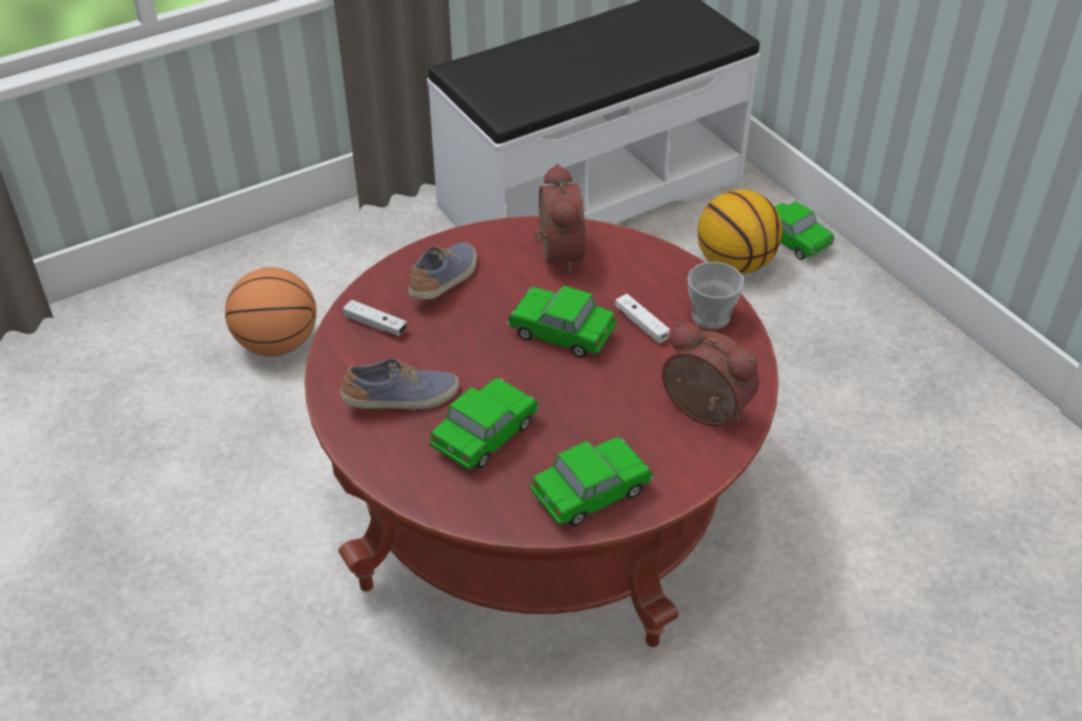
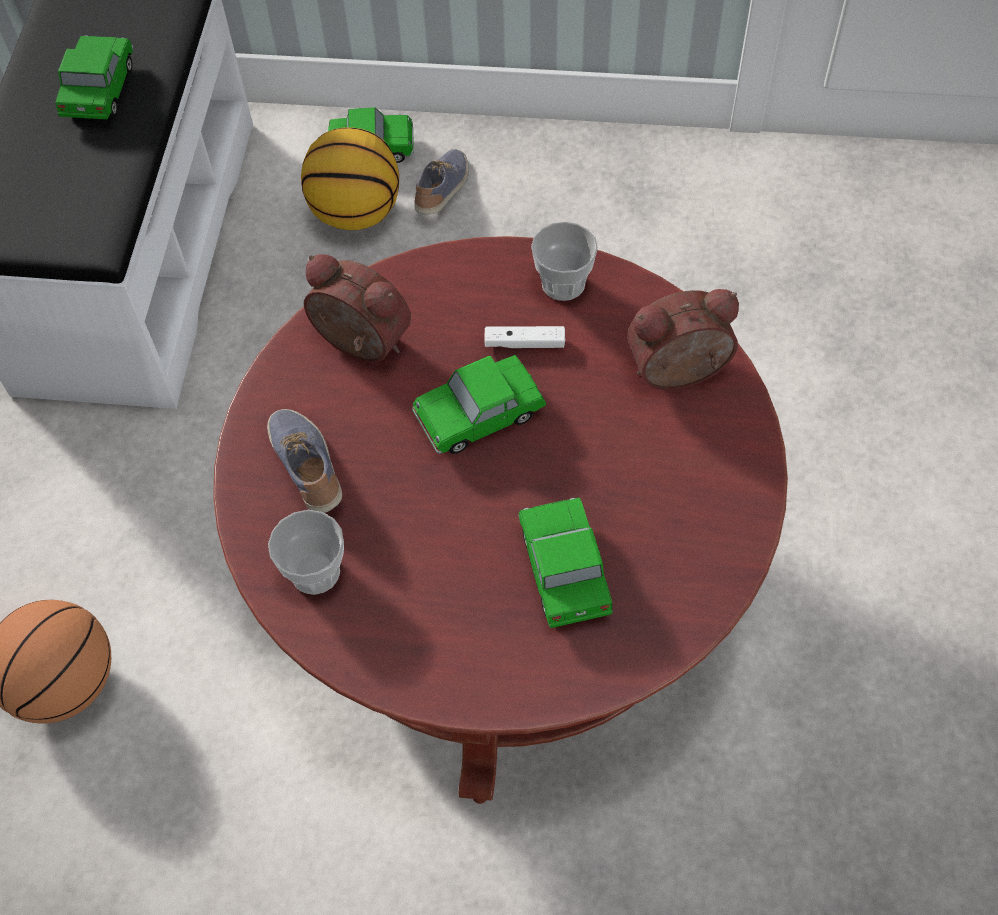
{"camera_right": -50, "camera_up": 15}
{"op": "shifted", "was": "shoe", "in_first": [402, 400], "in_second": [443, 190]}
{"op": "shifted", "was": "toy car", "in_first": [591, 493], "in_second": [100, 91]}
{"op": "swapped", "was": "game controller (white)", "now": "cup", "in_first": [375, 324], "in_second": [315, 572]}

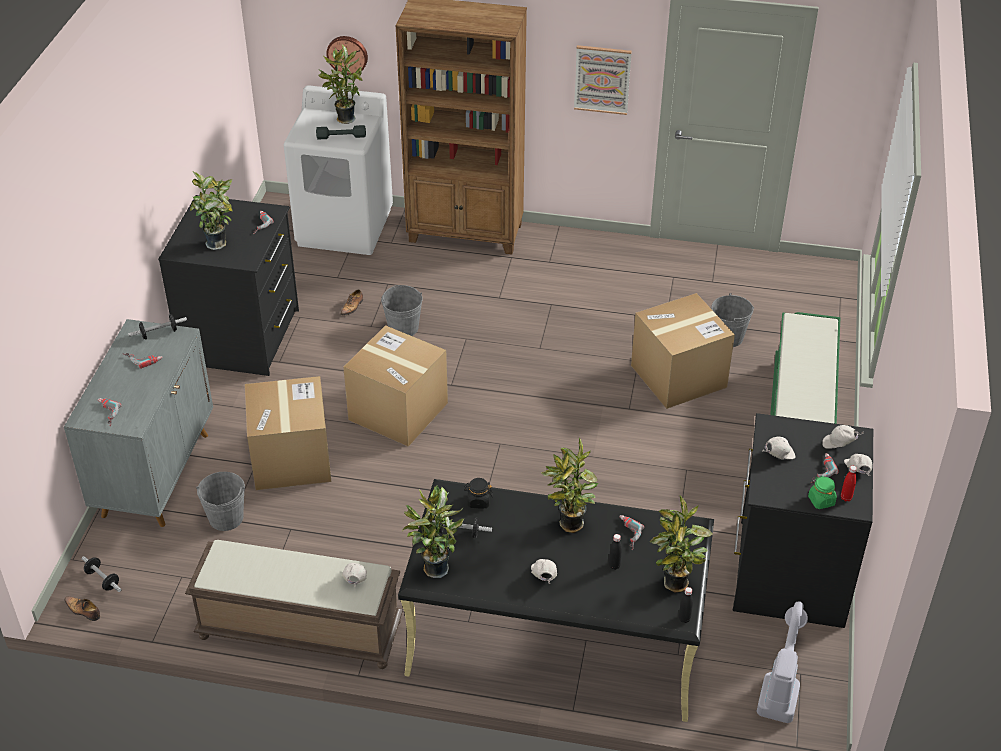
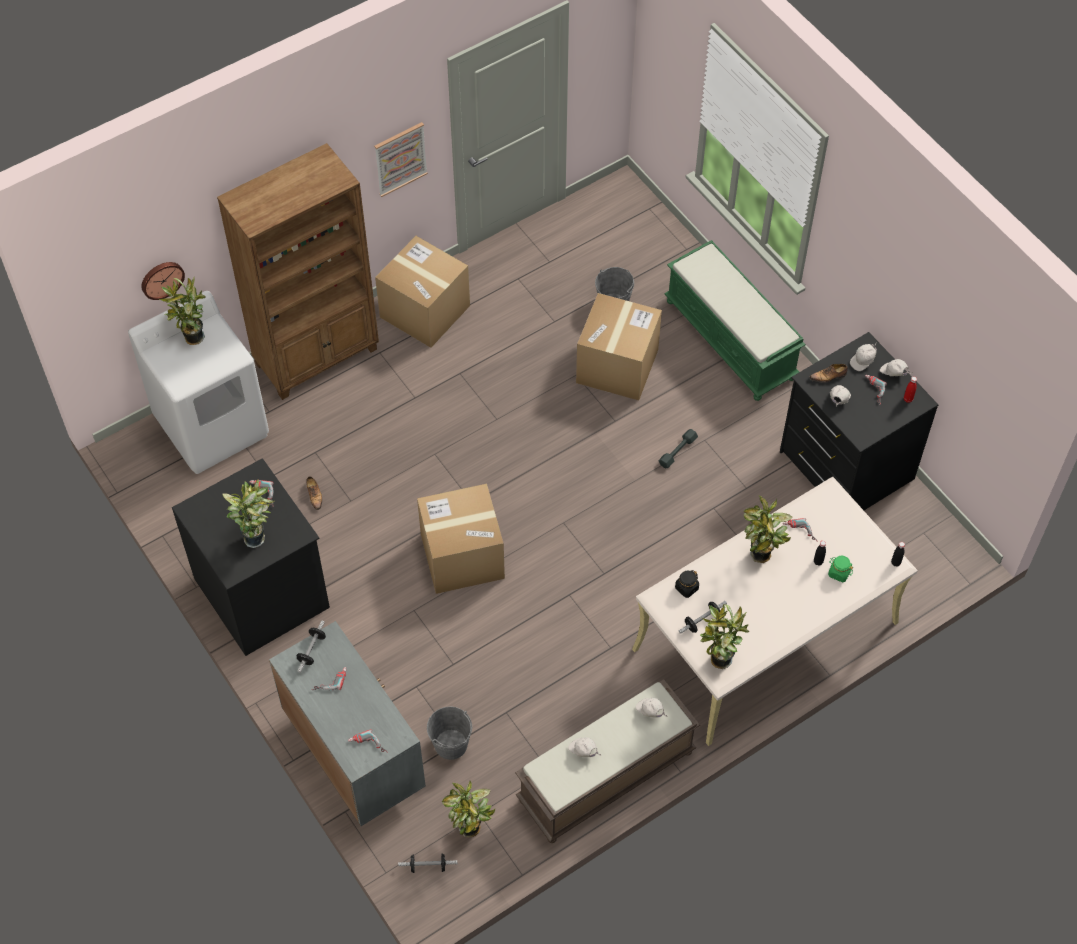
{"camera_right": -45, "camera_up": 15}
{"op": "gone", "was": "bucket (grey)", "in_first": [403, 328]}
{"op": "gone", "was": "vacuum cleaner", "in_first": [780, 684]}
{"op": "shifted", "was": "shoe", "in_first": [83, 611], "in_second": [829, 376]}
{"op": "shifted", "was": "cardboard box", "in_first": [291, 459], "in_second": [425, 311]}
{"op": "shifted", "was": "dumbbell (grey)", "in_first": [341, 136], "in_second": [677, 451]}
{"op": "shifted", "was": "cap (white)", "in_first": [543, 577], "in_second": [583, 751]}
{"op": "shifted", "was": "potted plant", "in_first": [675, 585], "in_second": [470, 830]}
{"op": "shifted", "was": "jar (green)", "in_first": [821, 501], "in_second": [839, 573]}
{"op": "repainted", "was": "desk (black)", "now": "desk (beige)", "in_first": [555, 638], "in_second": [765, 636]}

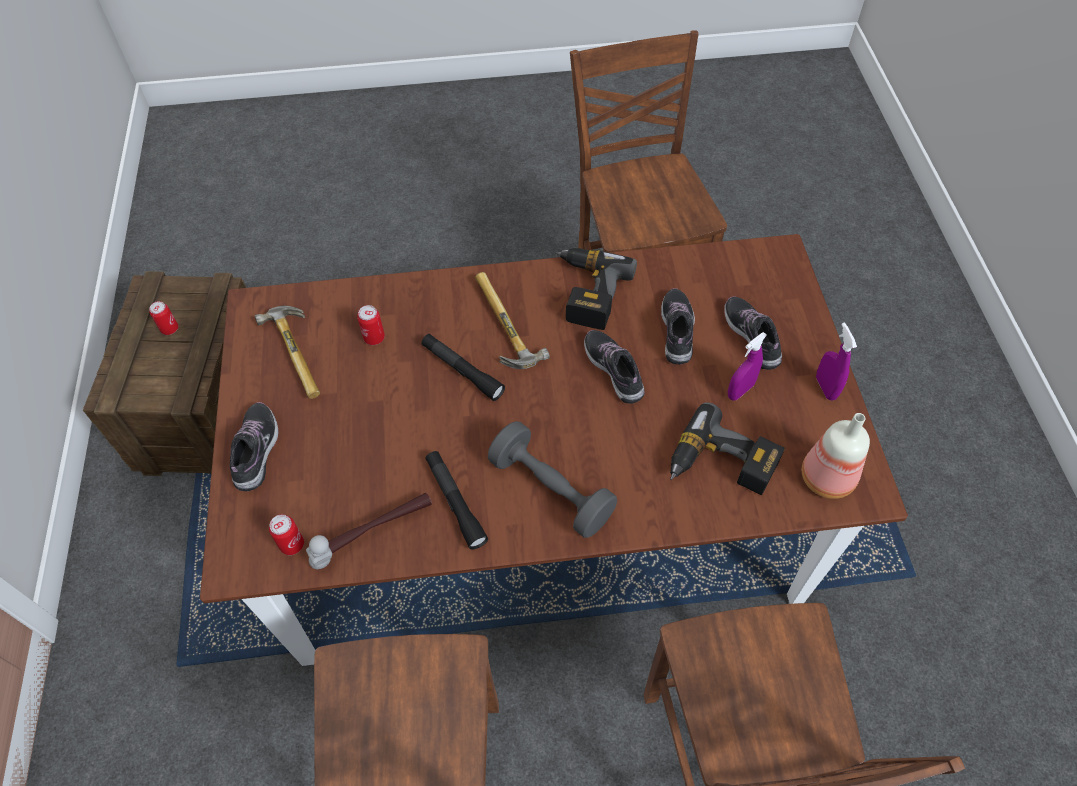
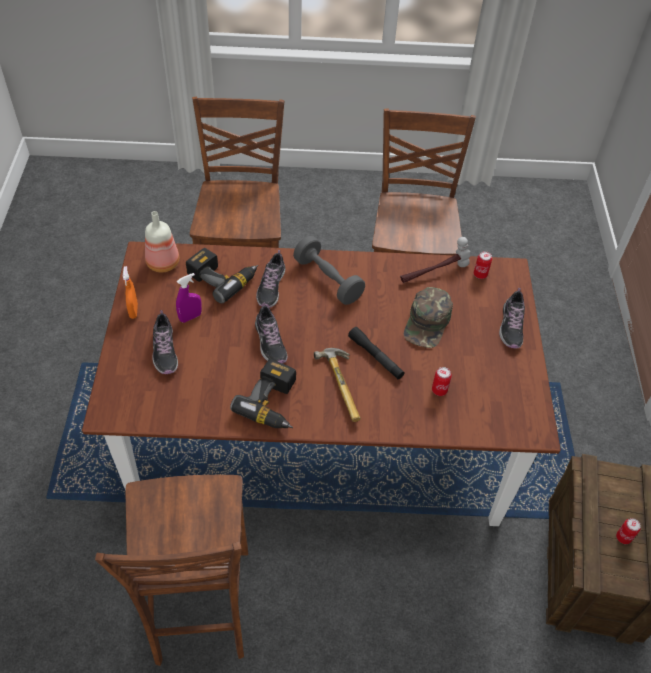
{"camera_right": -175, "camera_up": -5}
{"op": "gone", "was": "hammer", "in_first": [301, 352]}
{"op": "gone", "was": "flashlight (black)", "in_first": [455, 502]}
{"op": "new", "now": "cap (green)", "in_second": [427, 323]}
{"op": "shifted", "was": "shoe", "in_first": [677, 331], "in_second": [271, 287]}
{"op": "repainted", "was": "spray bottle (purple)", "now": "spray bottle (orange)", "in_first": [825, 387], "in_second": [133, 311]}

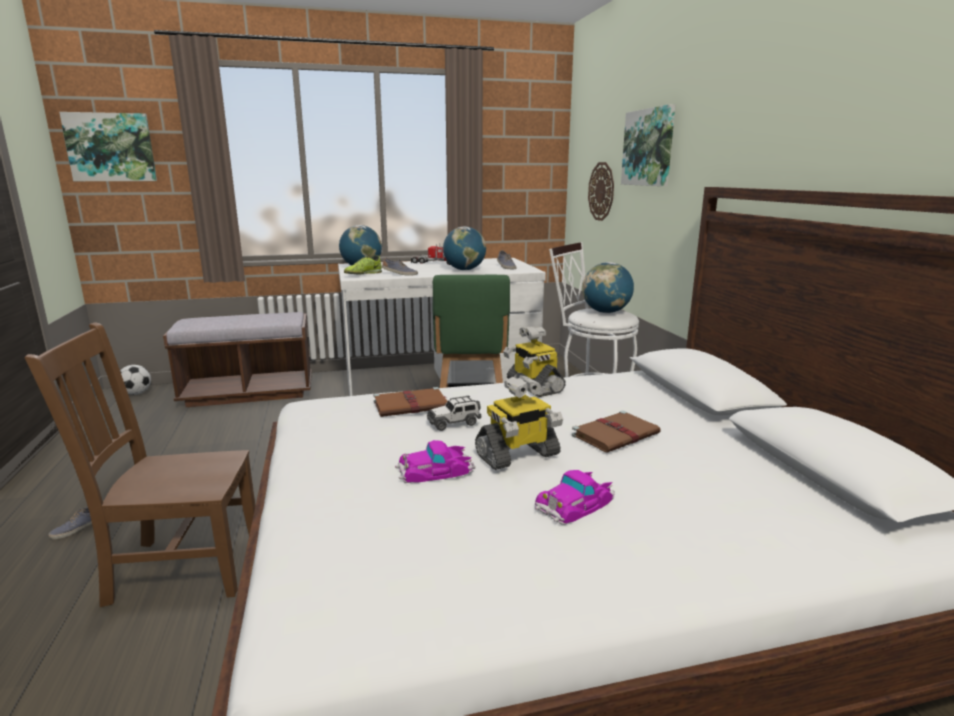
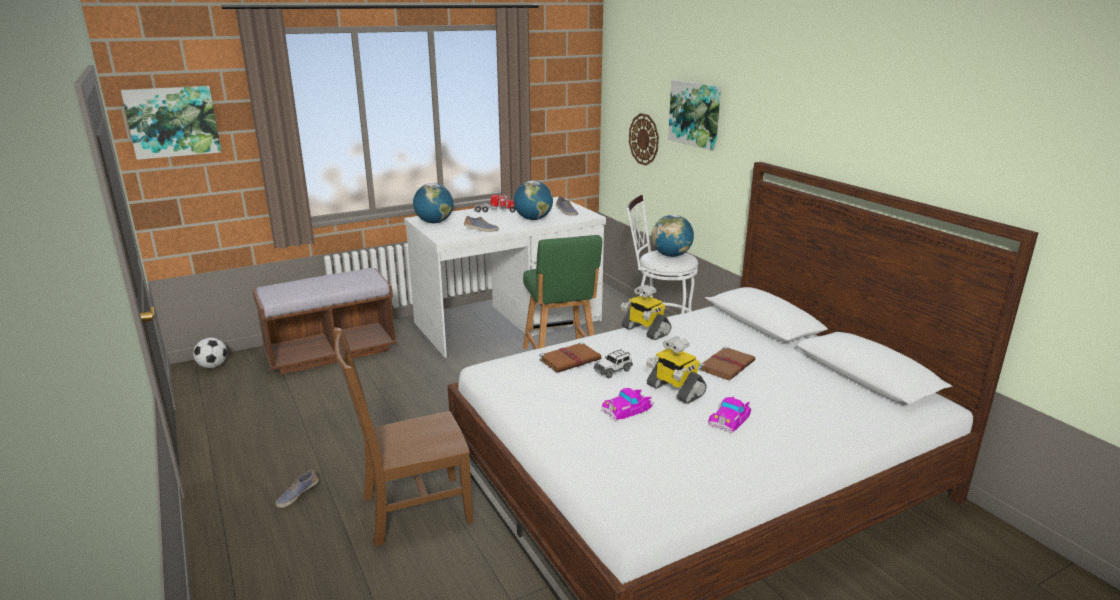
{"camera_right": -15, "camera_up": 5}
{"op": "gone", "was": "shoe", "in_first": [363, 274]}
{"op": "rotated", "was": "toy robot", "in_first": [517, 455], "in_second": [674, 390], "clockwise": 90}

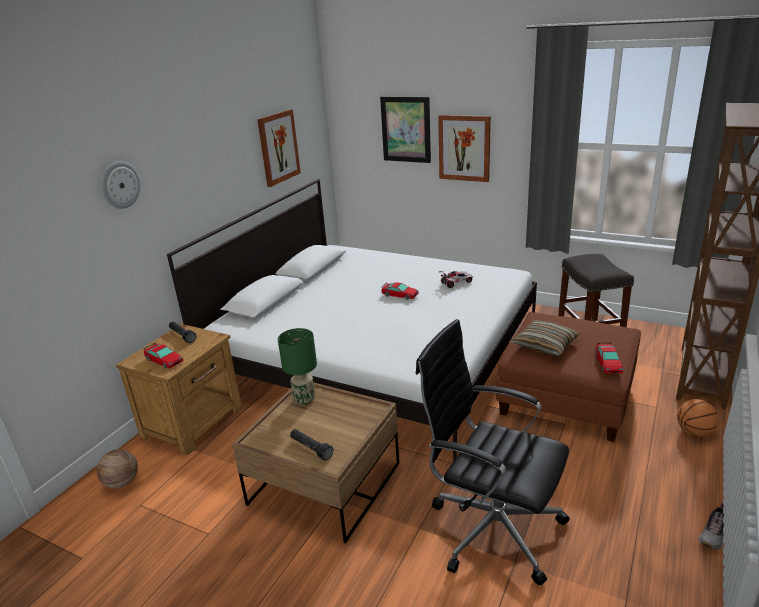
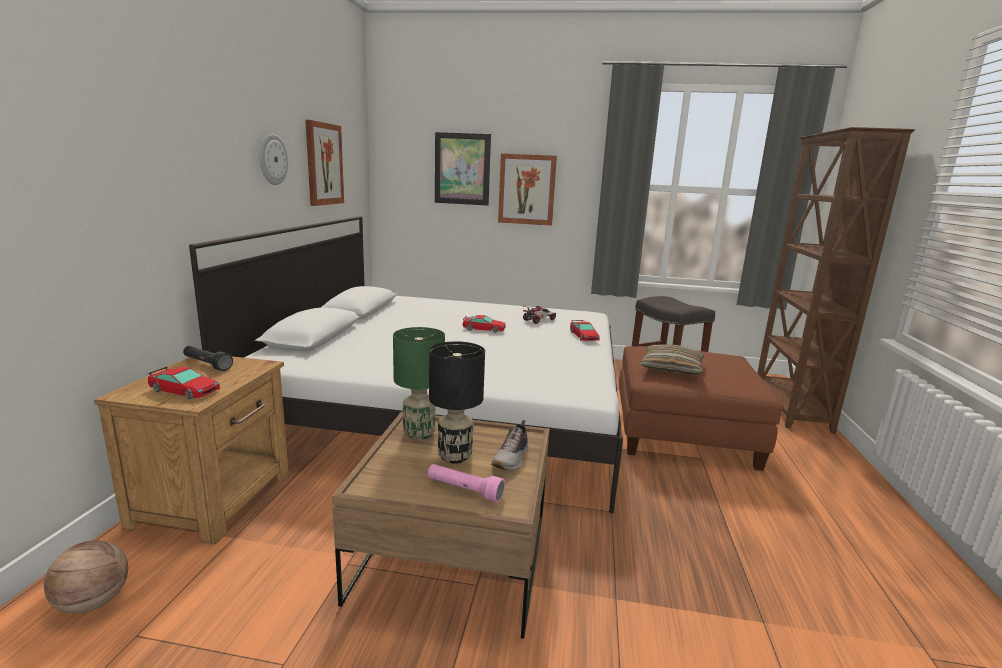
{"camera_right": -20, "camera_up": -10}
{"op": "gone", "was": "office chair (black)", "in_first": [492, 527]}
{"op": "gone", "was": "basketball", "in_first": [694, 432]}
{"op": "new", "now": "table lamp (black)", "in_second": [455, 456]}
{"op": "shifted", "was": "wall clock", "in_first": [120, 185], "in_second": [272, 159]}
{"op": "shifted", "was": "toy car", "in_first": [607, 363], "in_second": [583, 336]}
{"op": "shifted", "was": "shoe", "in_first": [713, 534], "in_second": [512, 459]}
{"op": "repainted", "was": "flashlight (black)", "now": "flashlight (pink)", "in_first": [311, 449], "in_second": [464, 490]}

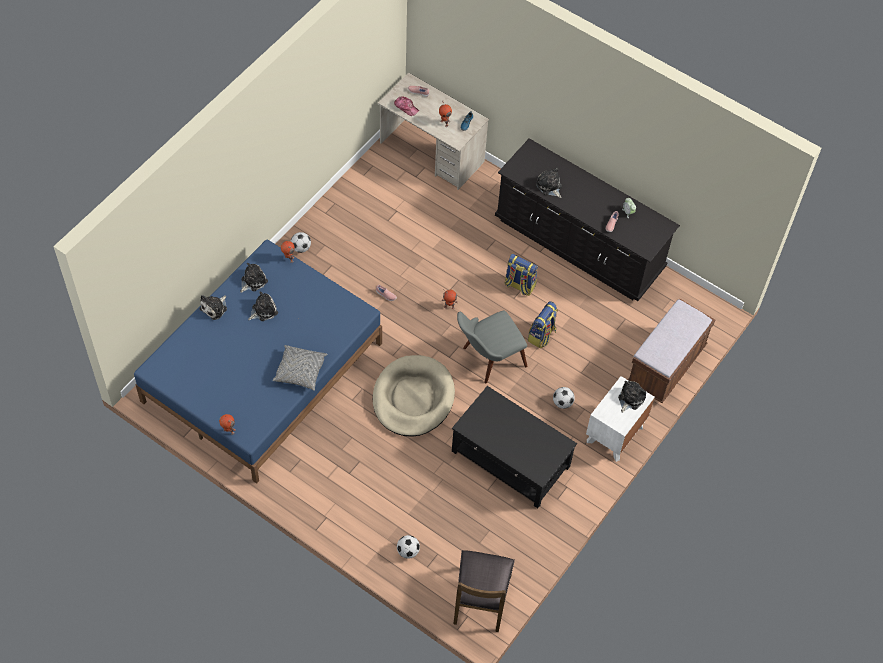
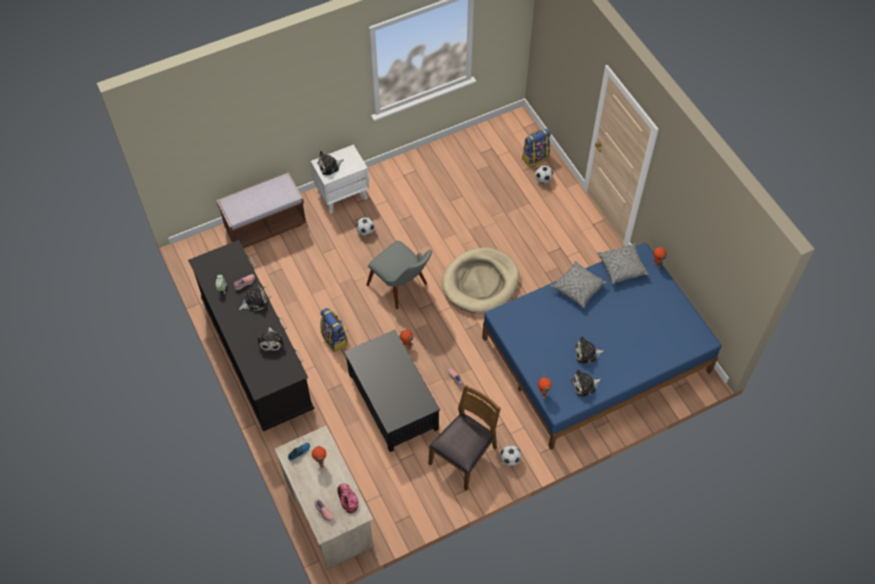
{"camera_right": -150, "camera_up": 0}
{"op": "new", "now": "pillow (grey)", "in_second": [622, 267]}
{"op": "shifted", "was": "plush toy", "in_first": [215, 308], "in_second": [254, 301]}
{"op": "shifted", "was": "coffee table (black)", "in_first": [511, 459], "in_second": [393, 400]}
{"op": "shifted", "was": "chair (brown)", "in_first": [480, 599], "in_second": [464, 456]}
{"op": "shifted", "was": "backpack", "in_first": [542, 336], "in_second": [535, 157]}
{"op": "rotated", "was": "chair (grey)", "in_first": [487, 360], "in_second": [402, 288], "clockwise": 45}

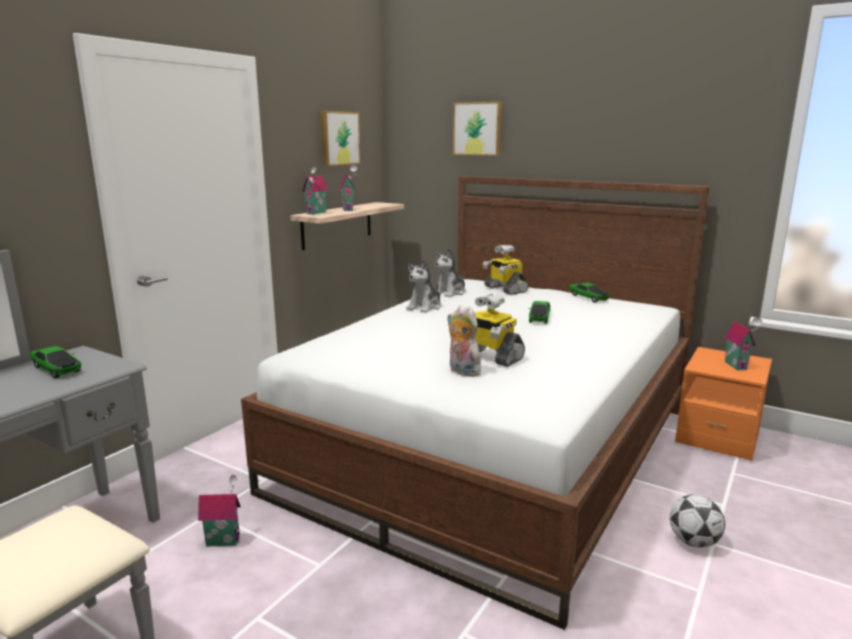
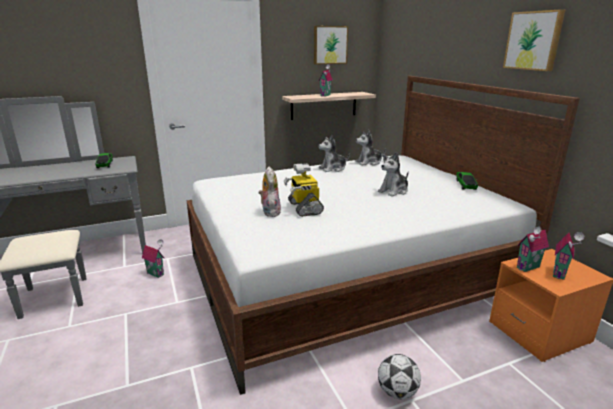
{"camera_right": 35, "camera_up": 5}
{"op": "gone", "was": "toy robot", "in_first": [504, 289]}
{"op": "shifted", "was": "toy house", "in_first": [317, 213], "in_second": [529, 268]}
{"op": "shifted", "was": "picture", "in_first": [478, 129], "in_second": [534, 40]}
{"op": "swapped", "was": "toy car", "now": "plush toy", "in_first": [539, 317], "in_second": [394, 191]}

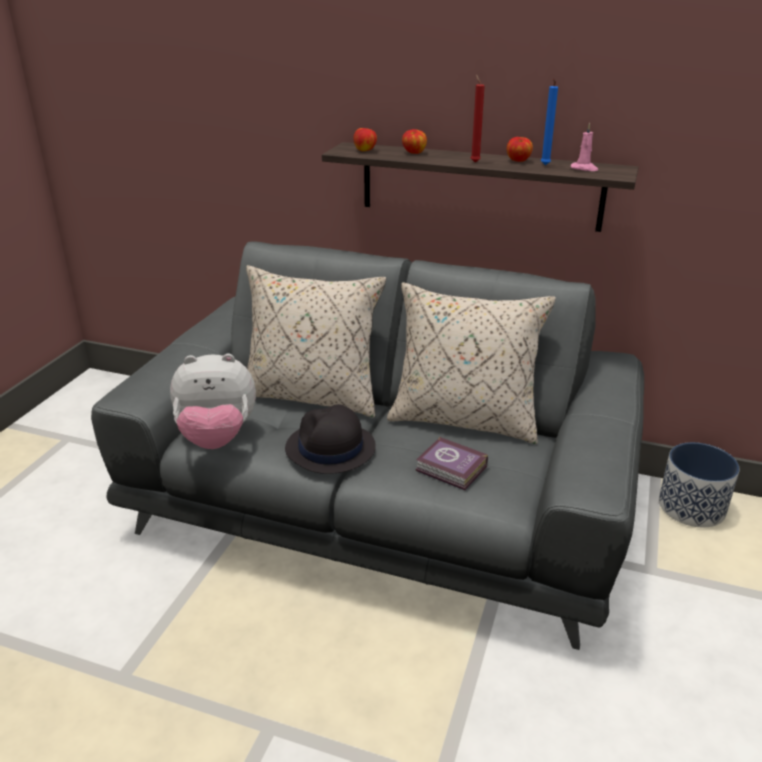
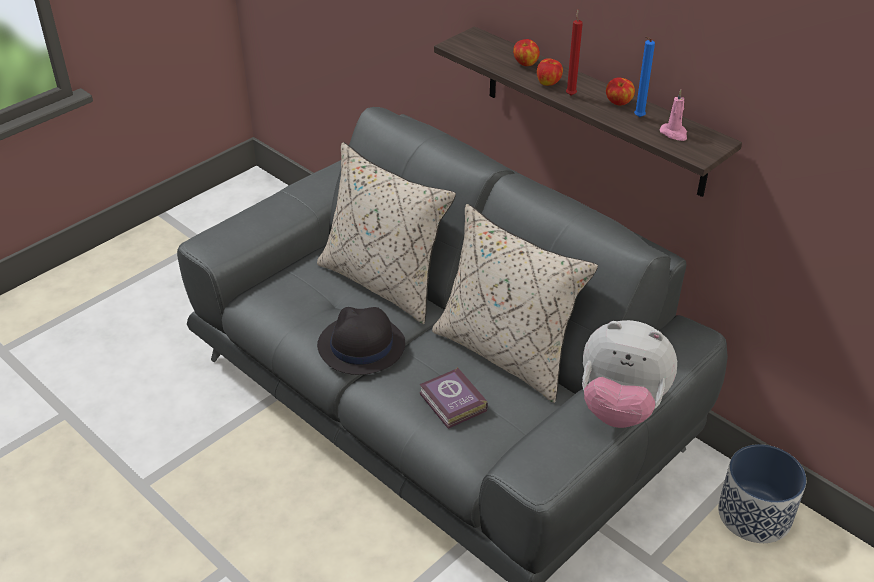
{"camera_right": 25, "camera_up": 10}
{"op": "shifted", "was": "plush toy", "in_first": [217, 438], "in_second": [620, 407]}
{"op": "shifted", "was": "apple", "in_first": [365, 150], "in_second": [548, 83]}

